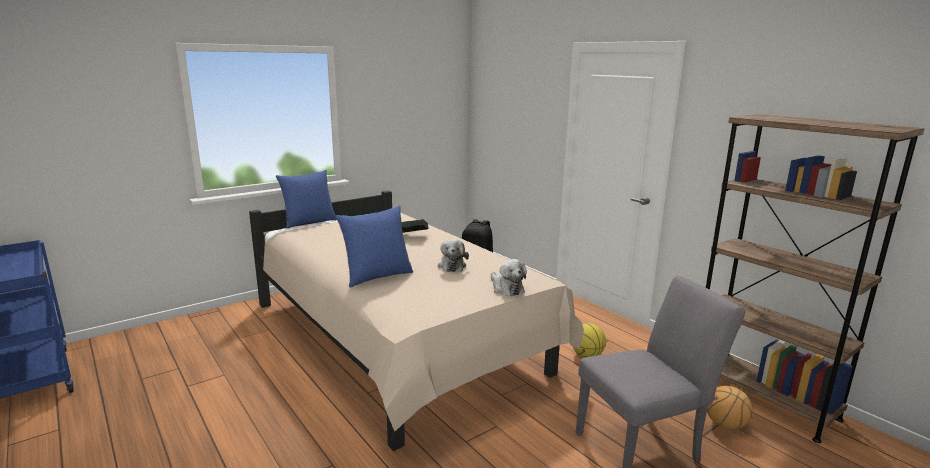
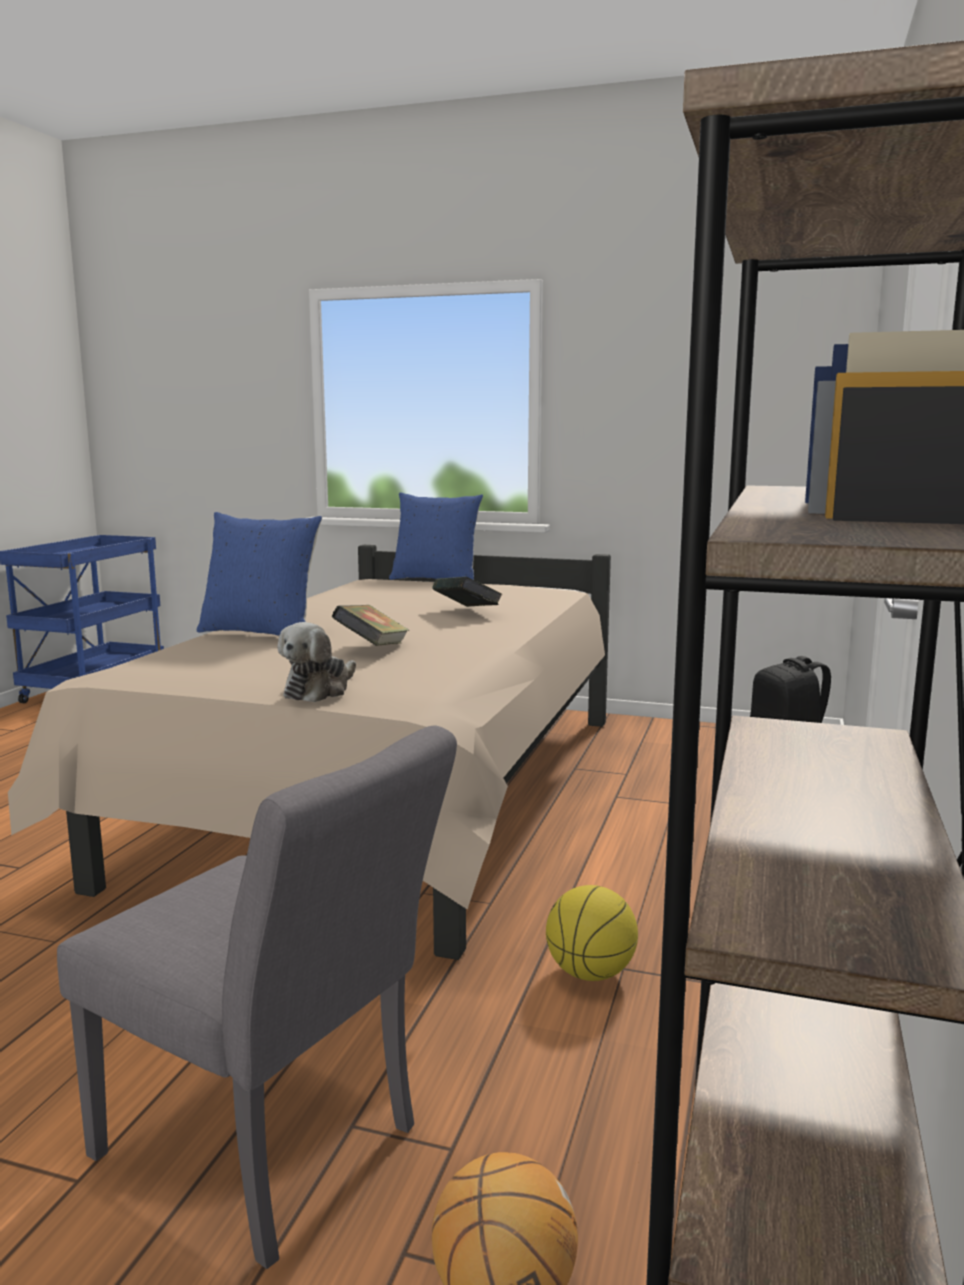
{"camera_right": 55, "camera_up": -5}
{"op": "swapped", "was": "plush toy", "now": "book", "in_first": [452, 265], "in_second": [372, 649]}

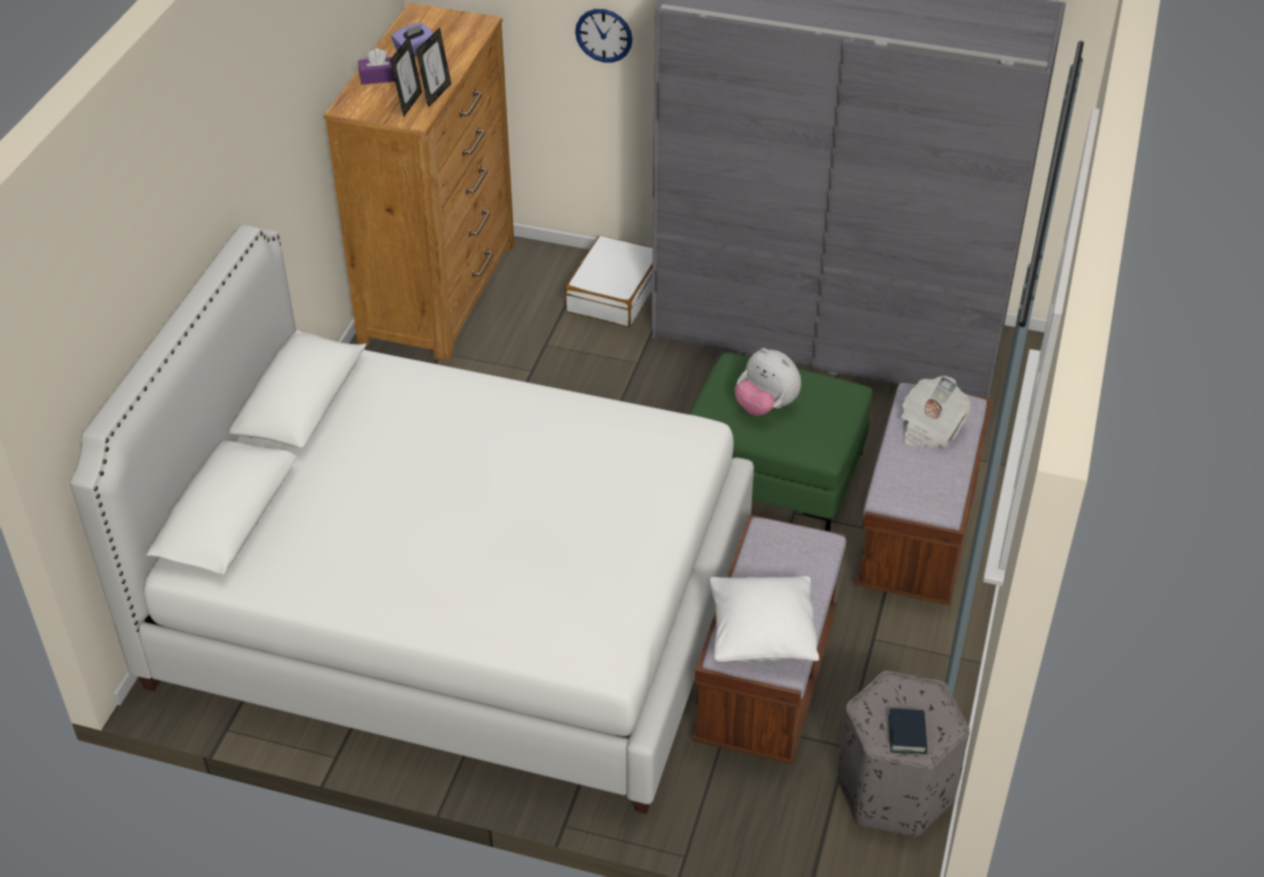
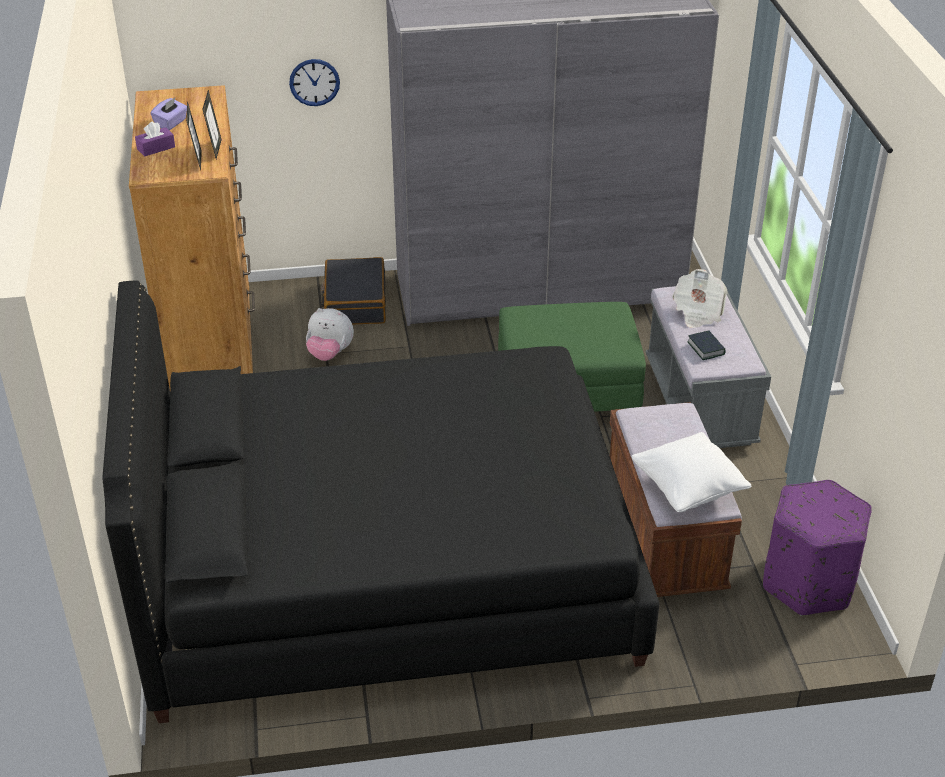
{"camera_right": -25, "camera_up": -5}
{"op": "shifted", "was": "plush toy", "in_first": [765, 406], "in_second": [330, 354]}
{"op": "shifted", "was": "book", "in_first": [907, 734], "in_second": [706, 348]}
{"op": "repainted", "was": "bed (white)", "now": "bed (black)", "in_first": [454, 608], "in_second": [387, 569]}
{"op": "repainted", "was": "suitcase (white)", "now": "suitcase (black)", "in_first": [613, 293], "in_second": [355, 302]}
{"op": "repainted", "was": "ottoman (grey)", "now": "ottoman (purple)", "in_first": [893, 790], "in_second": [808, 583]}
{"op": "repainted", "was": "bench (brown)", "now": "bench (grey)", "in_first": [917, 535], "in_second": [699, 404]}

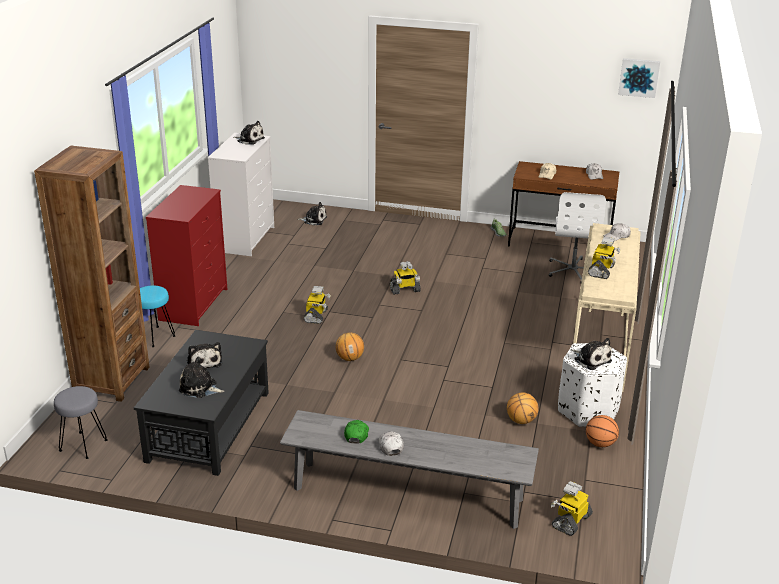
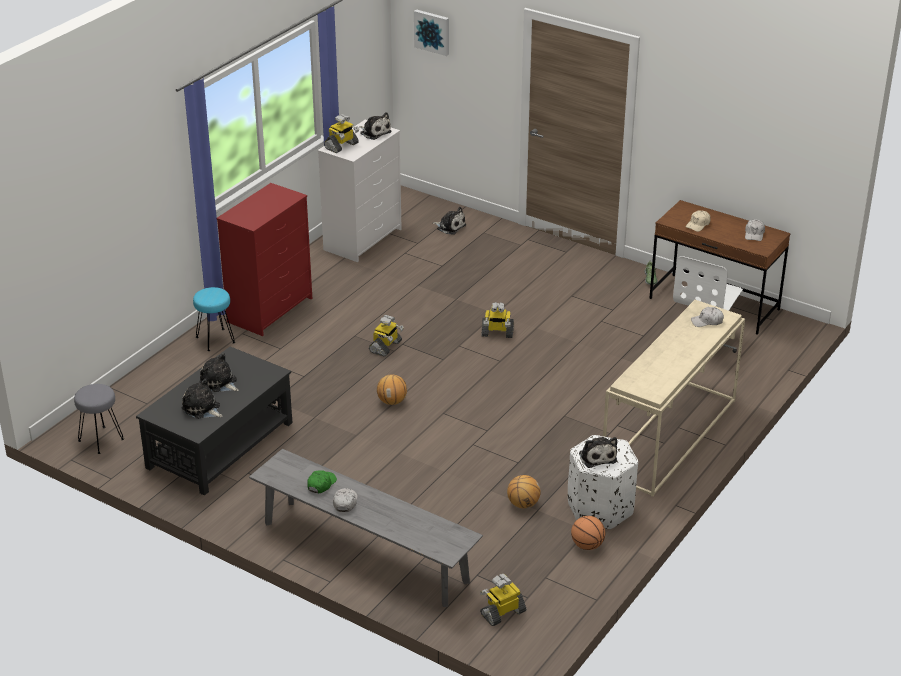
{"camera_right": 20, "camera_up": 5}
{"op": "gone", "was": "bookcase (brown)", "in_first": [111, 380]}
{"op": "shifted", "was": "toy robot", "in_first": [602, 271], "in_second": [342, 146]}
{"op": "shifted", "was": "picture", "in_first": [639, 77], "in_second": [432, 31]}
{"op": "rotated", "was": "plush toy", "in_first": [204, 362], "in_second": [219, 383], "clockwise": 135}

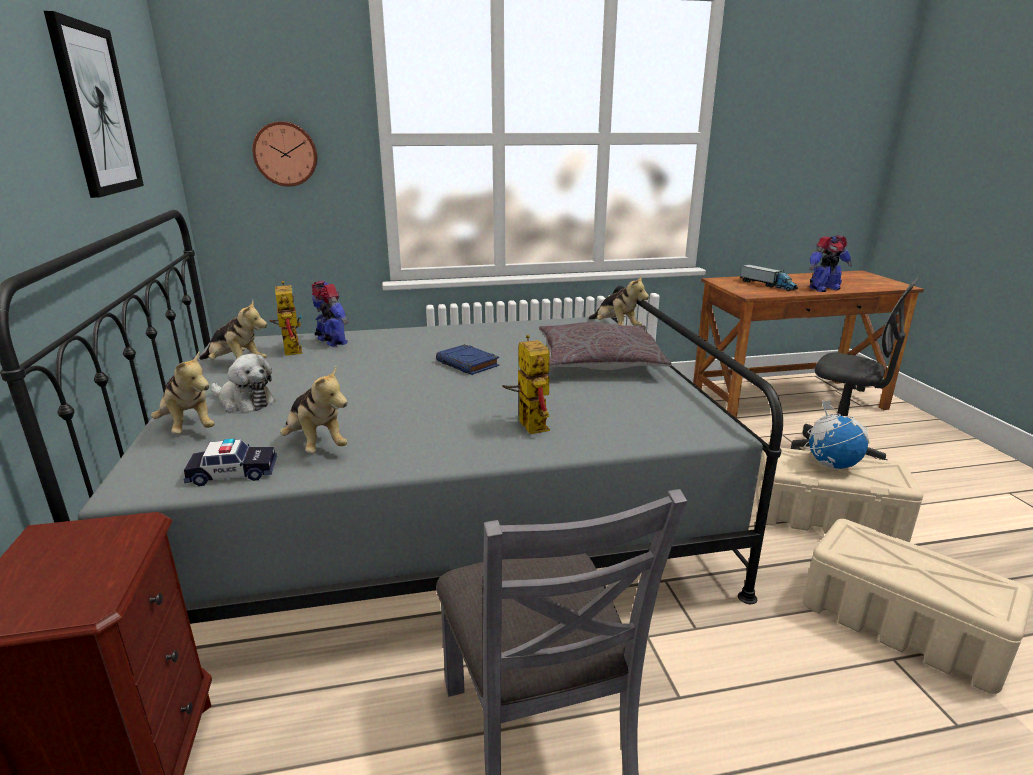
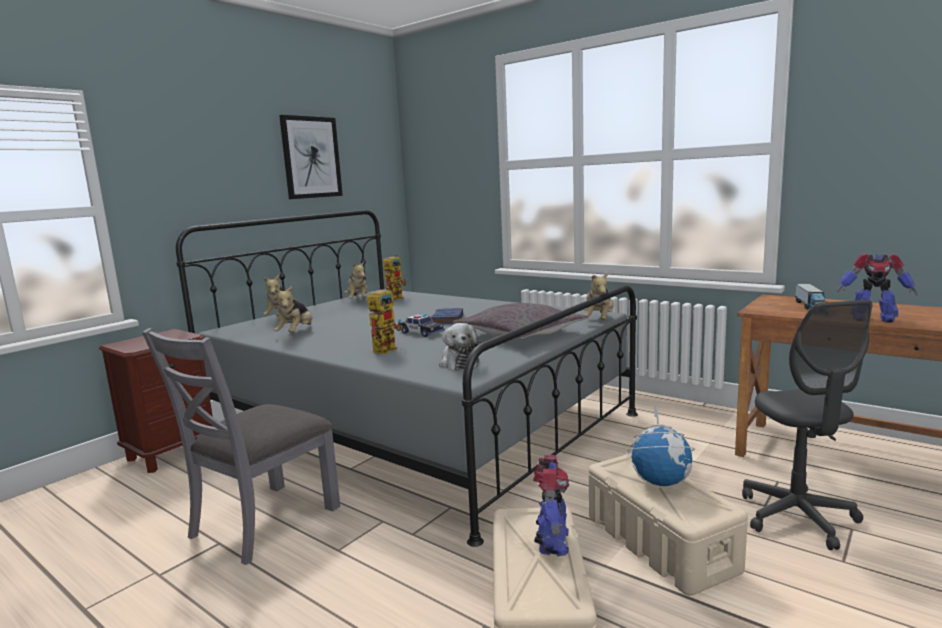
{"camera_right": 50, "camera_up": -10}
{"op": "gone", "was": "wall clock", "in_first": [286, 154]}
{"op": "shifted", "was": "toy car", "in_first": [233, 473], "in_second": [421, 332]}
{"op": "shifted", "was": "plush toy", "in_first": [244, 402], "in_second": [459, 363]}
{"op": "shifted", "was": "toy robot", "in_first": [331, 342], "in_second": [552, 542]}

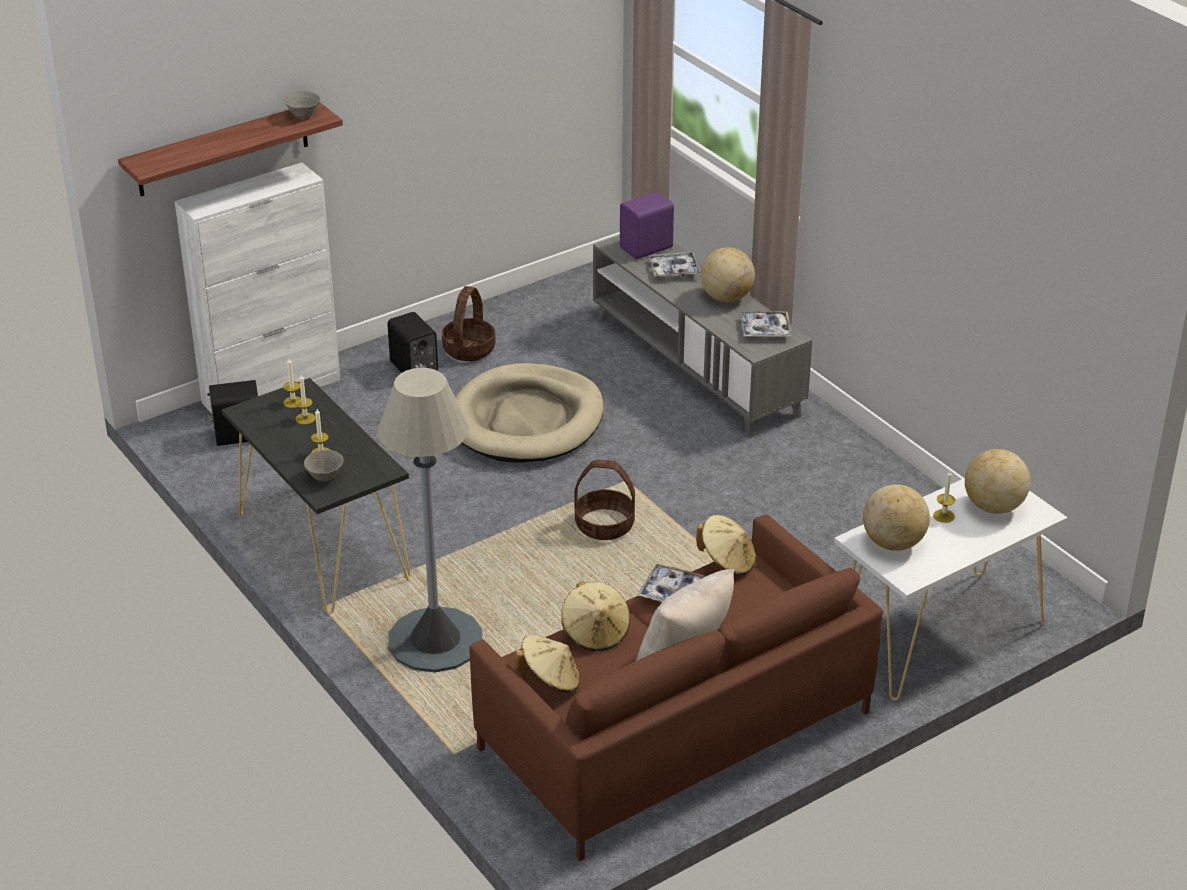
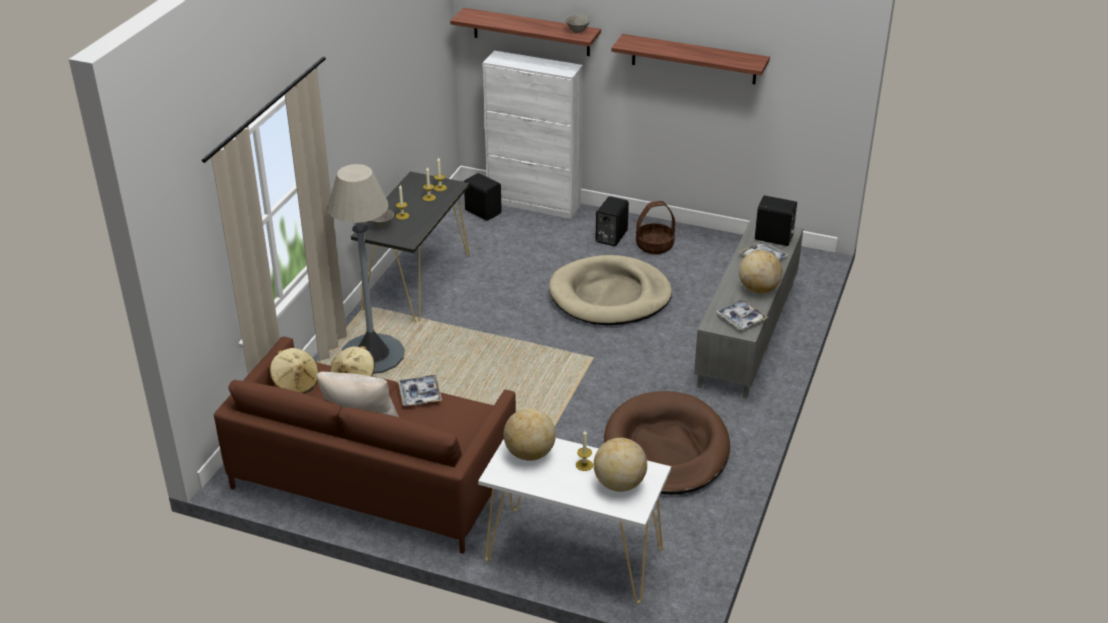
{"camera_right": 55, "camera_up": 0}
{"op": "gone", "was": "basket", "in_first": [604, 525]}
{"op": "gone", "was": "hat (beige)", "in_first": [727, 561]}
{"op": "new", "now": "dog bed (brown)", "in_second": [666, 448]}
{"op": "new", "now": "shelf", "in_second": [694, 59]}
{"op": "repainted", "was": "speaker (purple)", "now": "speaker (black)", "in_first": [647, 248], "in_second": [774, 238]}

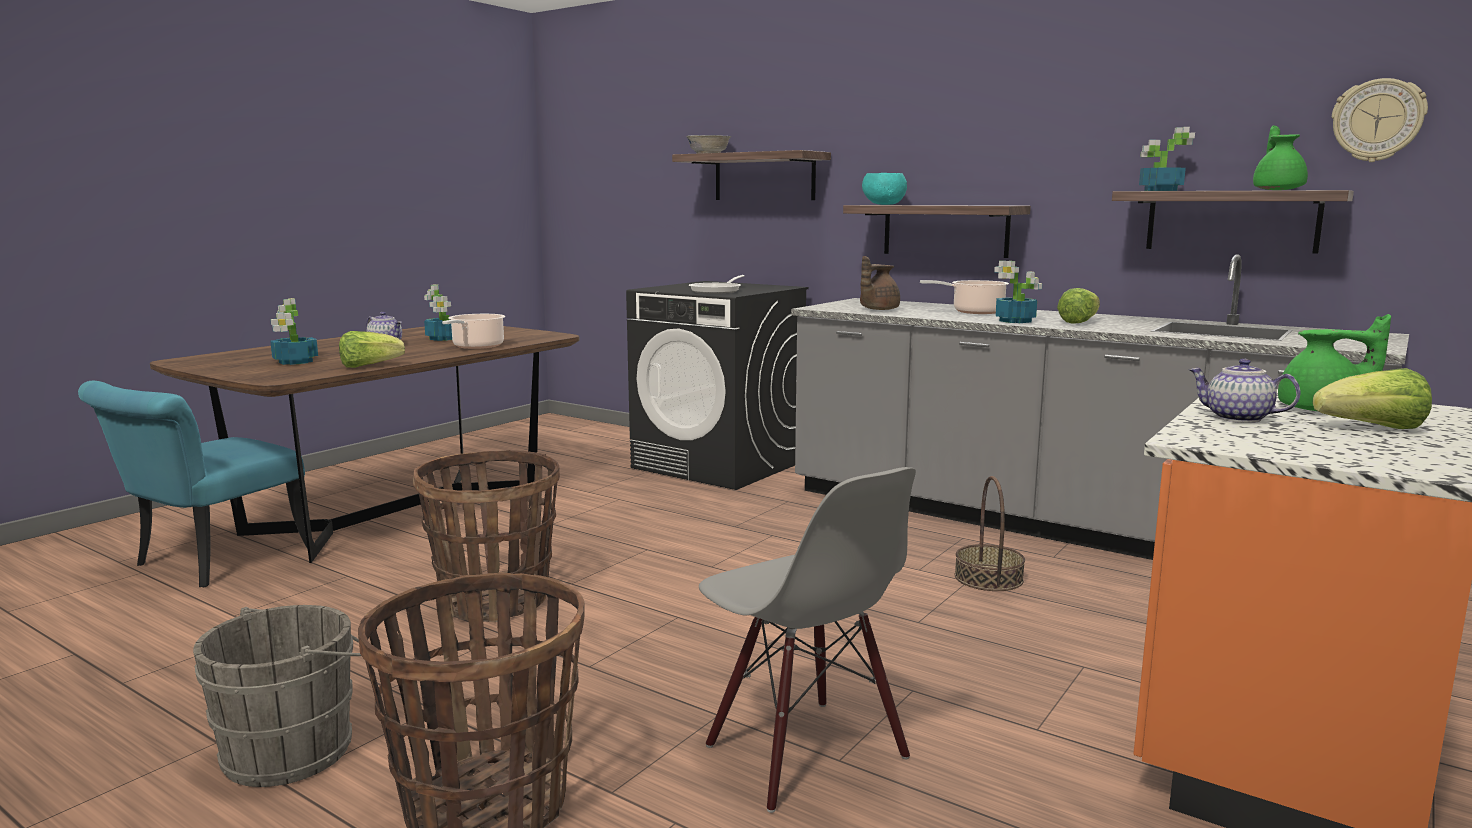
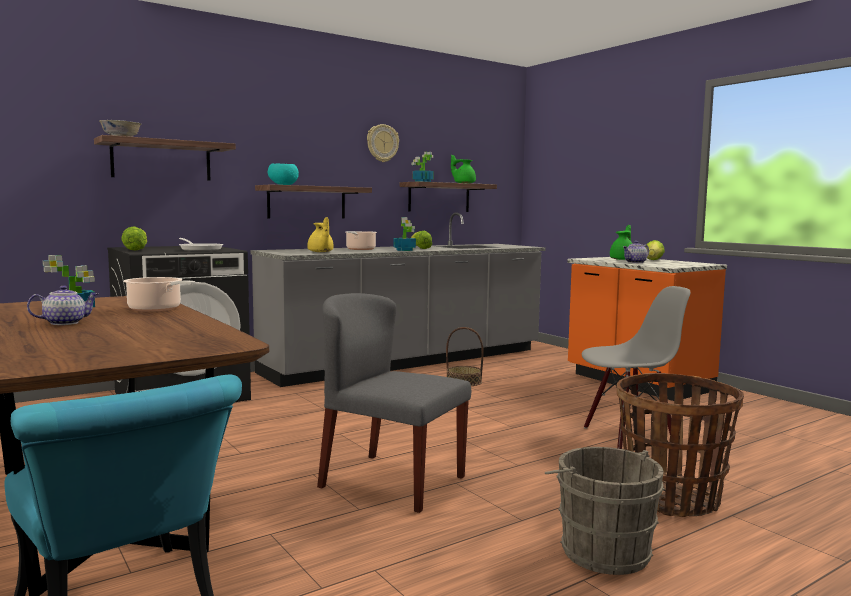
{"camera_right": -70, "camera_up": -5}
{"op": "gone", "was": "potted plant", "in_first": [295, 362]}
{"op": "shifted", "was": "lettuce", "in_first": [369, 366], "in_second": [136, 250]}
{"op": "shifted", "was": "wall clock", "in_first": [1377, 120], "in_second": [382, 143]}
{"op": "swapped", "was": "basket", "now": "chair (grey)", "in_first": [495, 600], "in_second": [391, 481]}
{"op": "repainted", "was": "teapot (brown)", "now": "teapot (yellow)", "in_first": [877, 309], "in_second": [320, 252]}

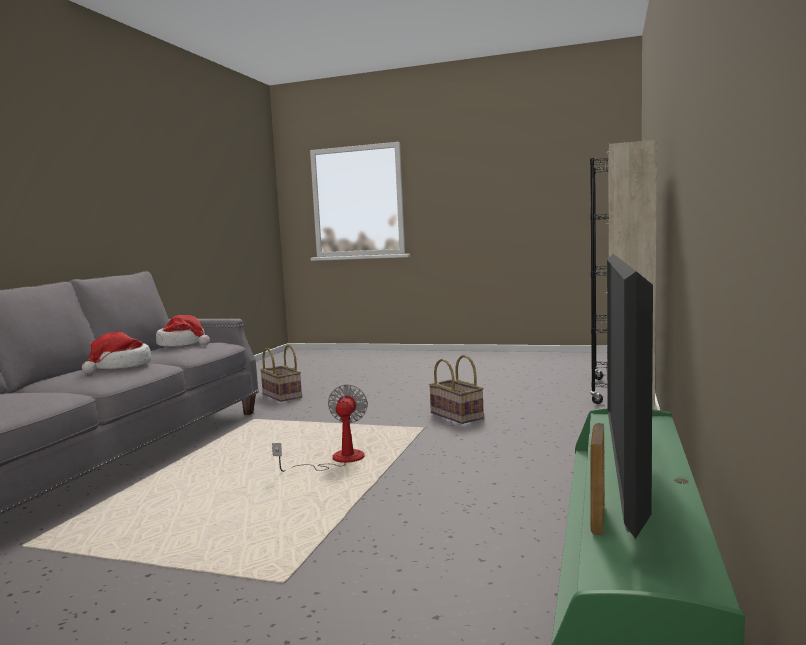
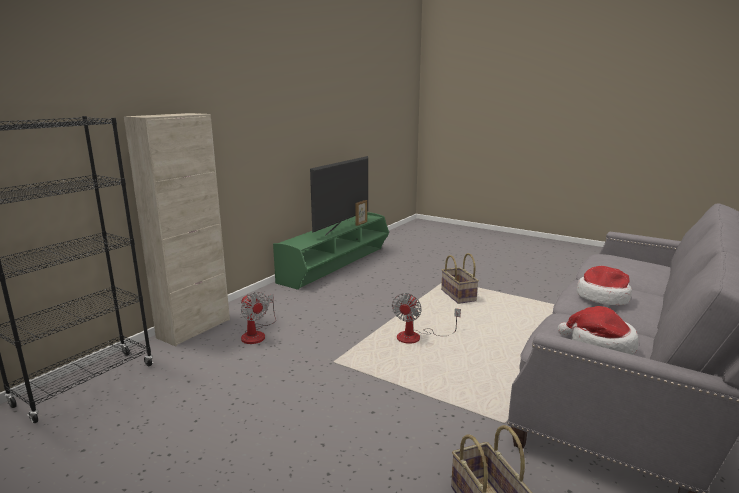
{"camera_right": -165, "camera_up": 10}
{"op": "new", "now": "fan", "in_second": [257, 334]}
{"op": "shifted", "was": "basket", "in_first": [457, 415], "in_second": [457, 295]}

